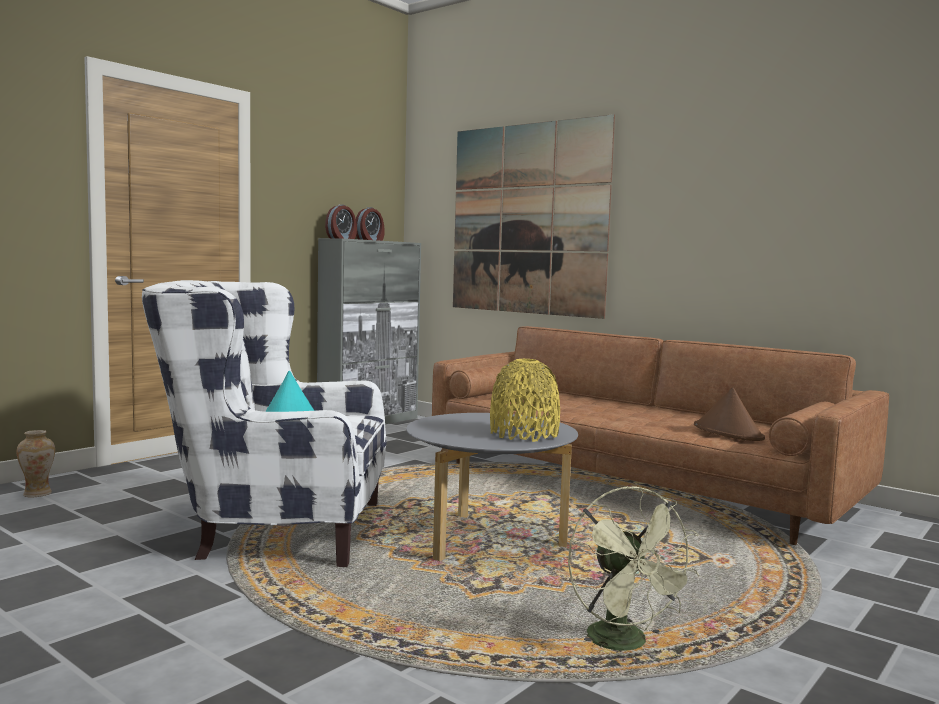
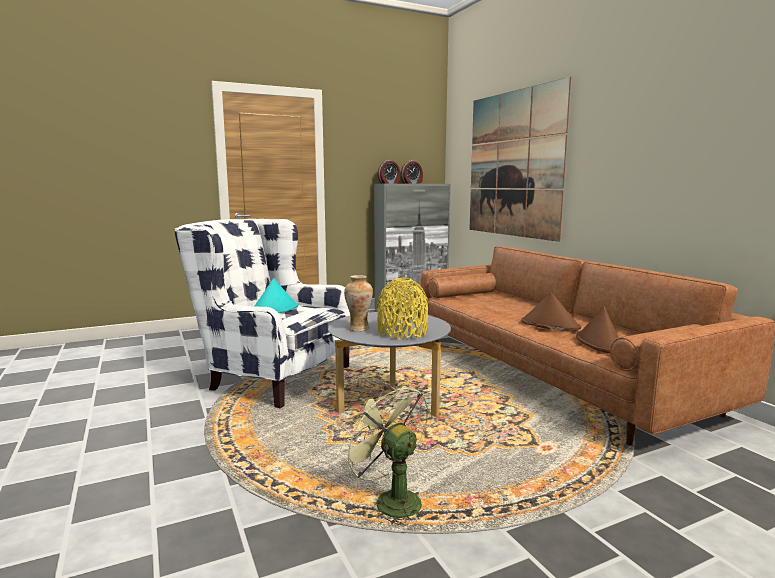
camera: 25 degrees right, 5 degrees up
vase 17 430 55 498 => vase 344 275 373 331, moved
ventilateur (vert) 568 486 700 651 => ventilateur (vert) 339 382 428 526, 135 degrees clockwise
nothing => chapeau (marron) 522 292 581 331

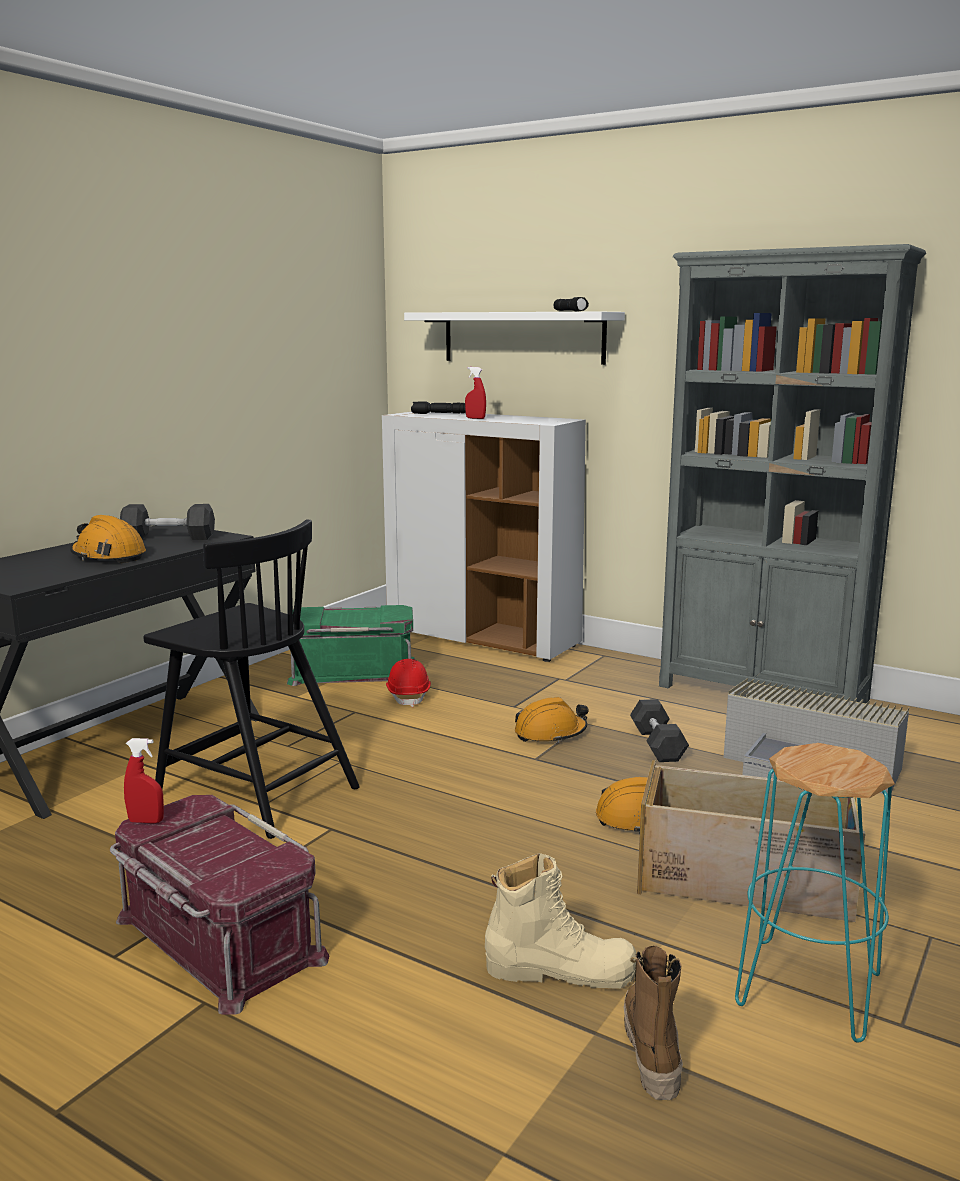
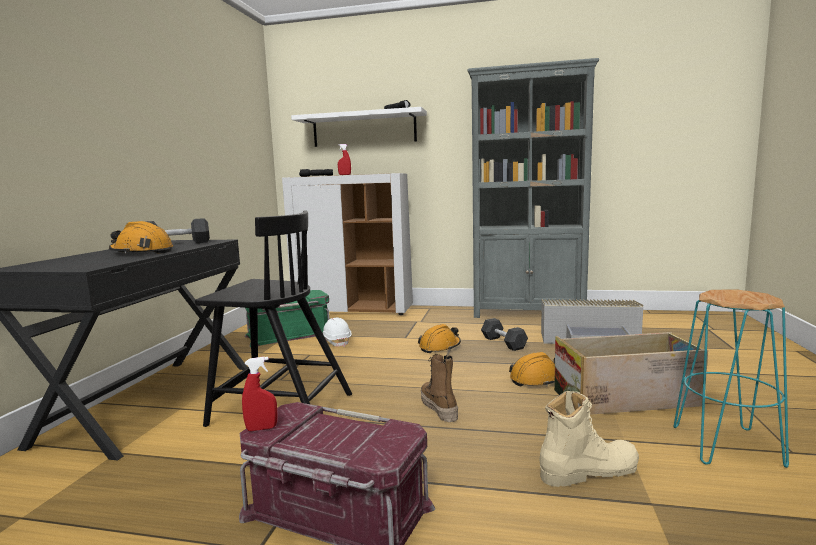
camera: 20 degrees left, 5 degrees down
casque de chantier (rouge) 386 659 431 707 => casque de chantier (blanc) 323 317 352 347
botte 624 946 683 1100 => botte 421 354 458 422, moved

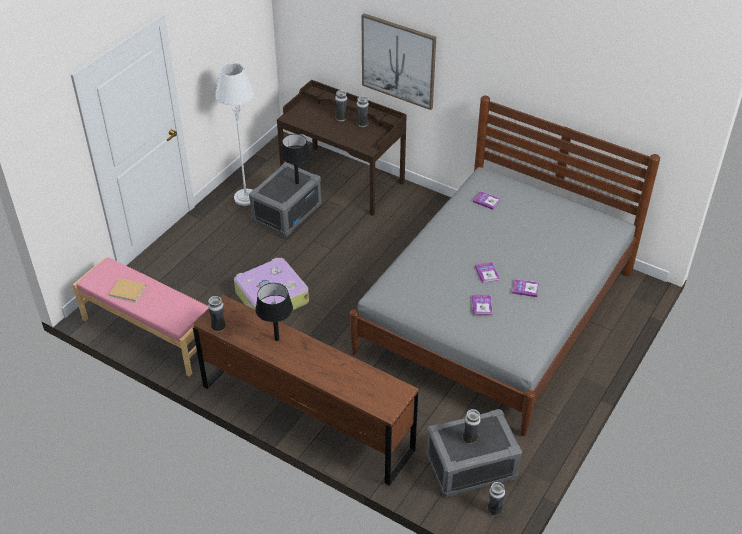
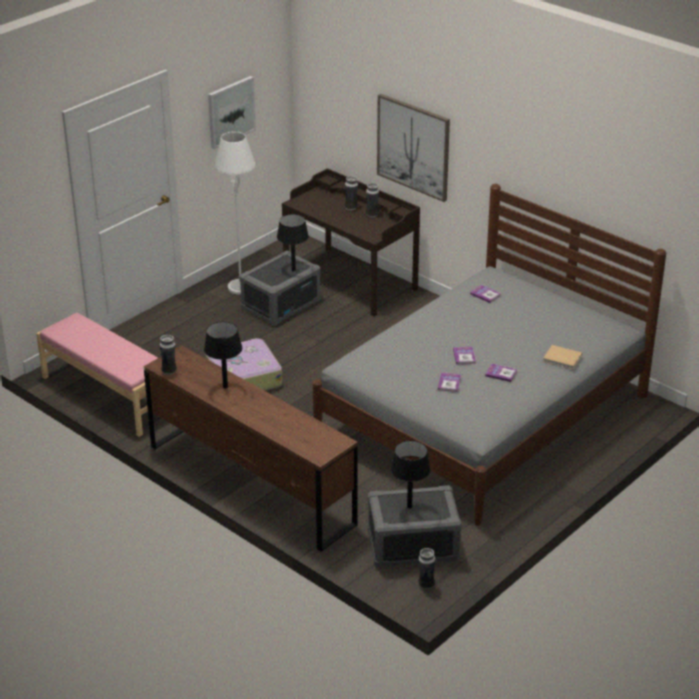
camera: 10 degrees right, 10 degrees down
livre (beige) 109 278 146 303 => livre (beige) 543 345 582 369, moved
vase 463 409 481 444 => lampe de table (noir) 390 440 431 509
nothing => tableau 208 76 256 149

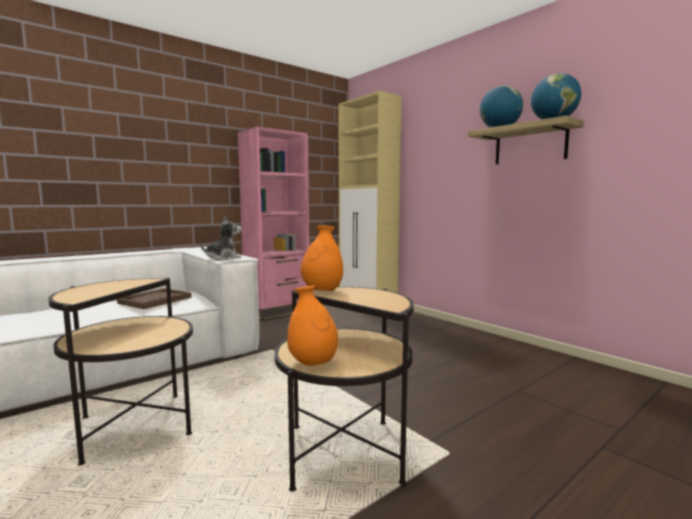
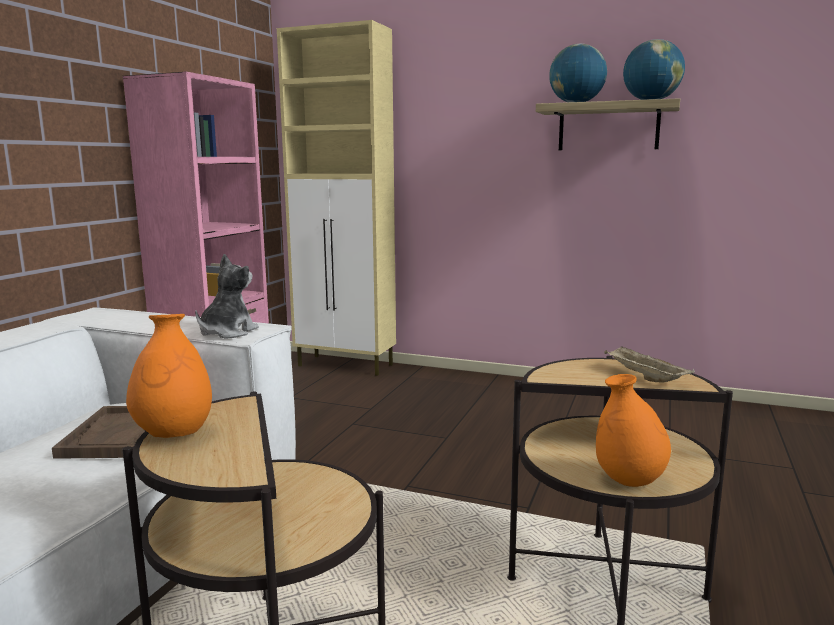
camera: 30 degrees left, 5 degrees up
vase (orange) 300 225 343 291 => vase (orange) 126 314 212 438, moved
nothing => plateau (beige) 604 346 695 383

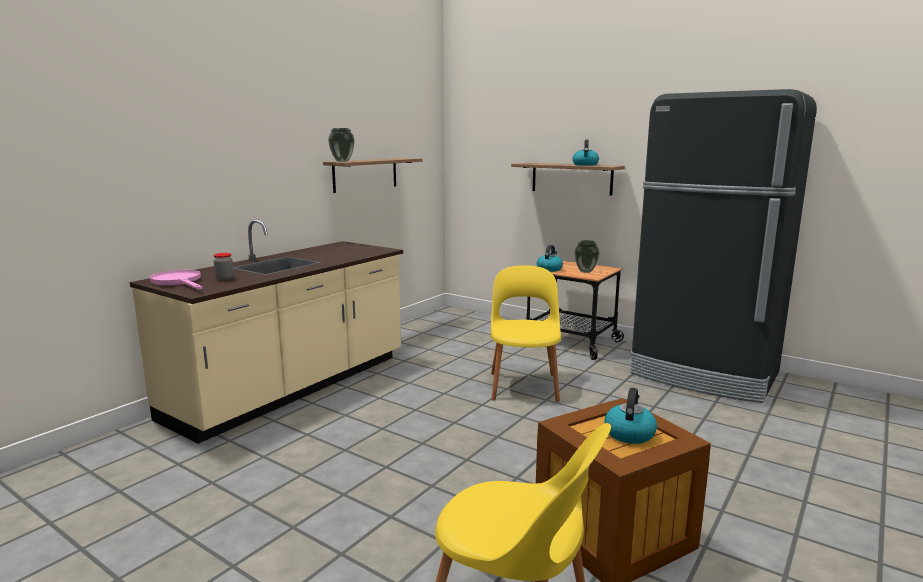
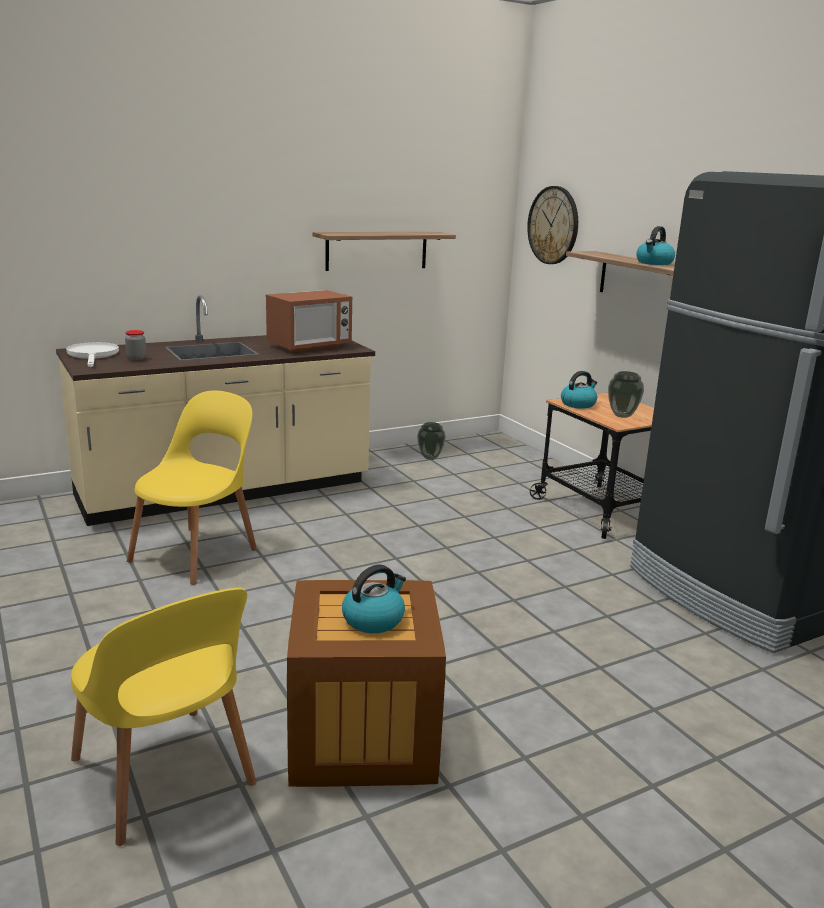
camera: 25 degrees right, 5 degrees up
vase 328 128 355 162 => vase 417 422 446 460, moved
chaise (jaune) 491 265 561 402 => chaise (jaune) 127 391 257 585, moved
poêle (rose) 150 270 202 290 => poêle (blanc) 66 342 119 367
nothing => horloge murale 527 186 578 264
nothing => micro-ondes 266 290 352 352

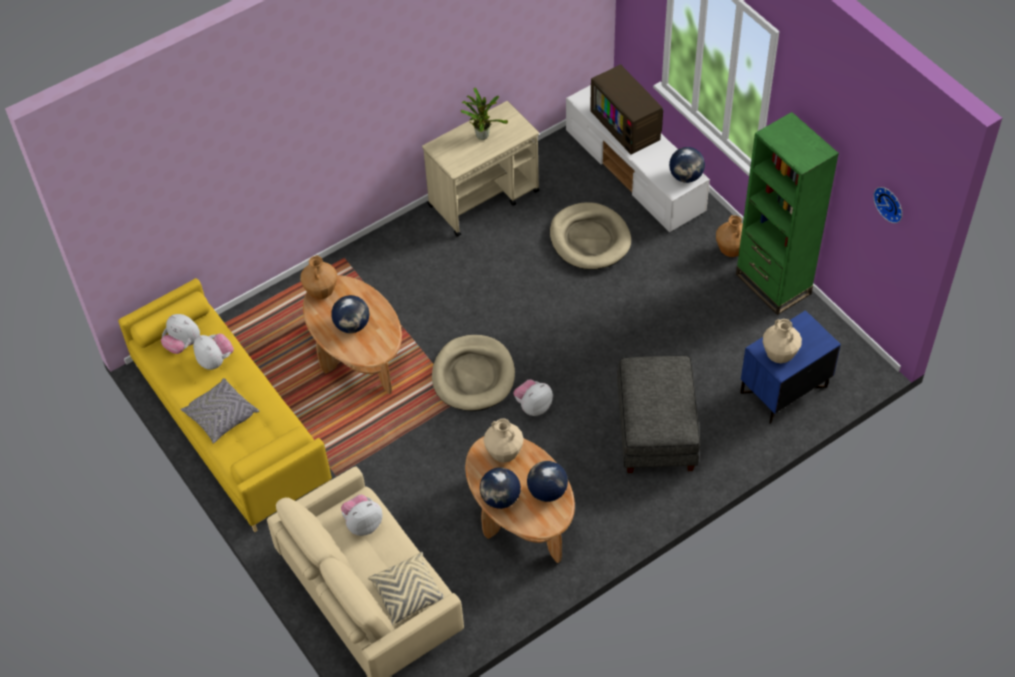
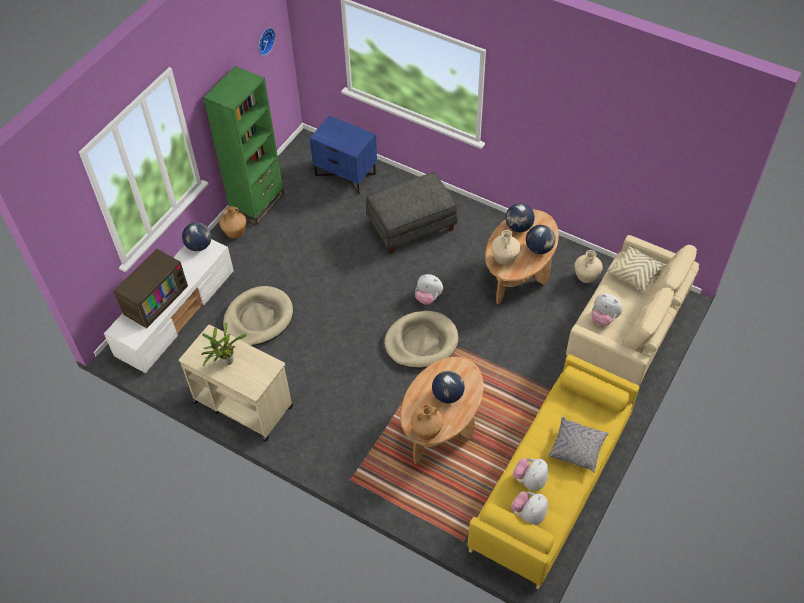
camera: 115 degrees left, 0 degrees up
peluche 161 314 200 354 => peluche 511 491 548 525, 150 degrees counterclockwise
vase (beige) 763 319 802 363 => vase (beige) 574 250 603 283, moved

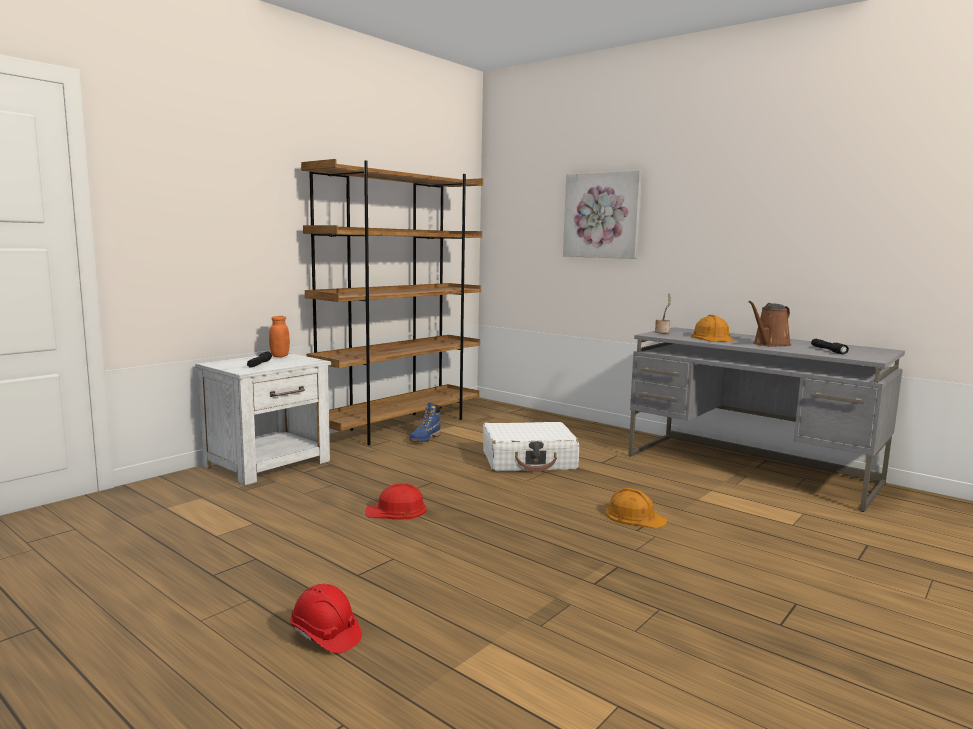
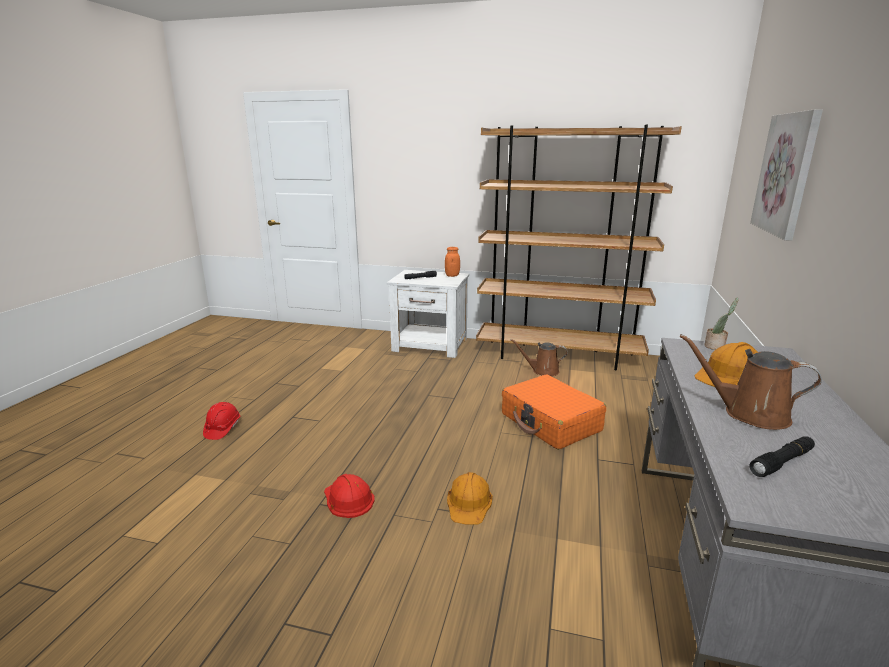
camera: 65 degrees right, 10 degrees up
botte (bleu) 409 402 441 442 => arrosoir (marron) 510 339 568 376
valise (blanc) 483 422 580 472 => valise (orange) 502 374 606 450
casque de chantier (rouge) 365 483 427 519 => casque de chantier (rouge) 324 474 375 518, moved

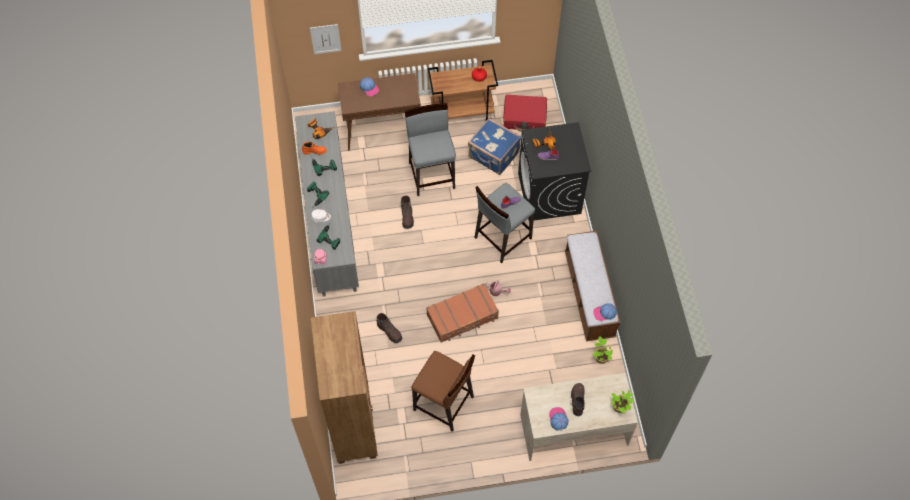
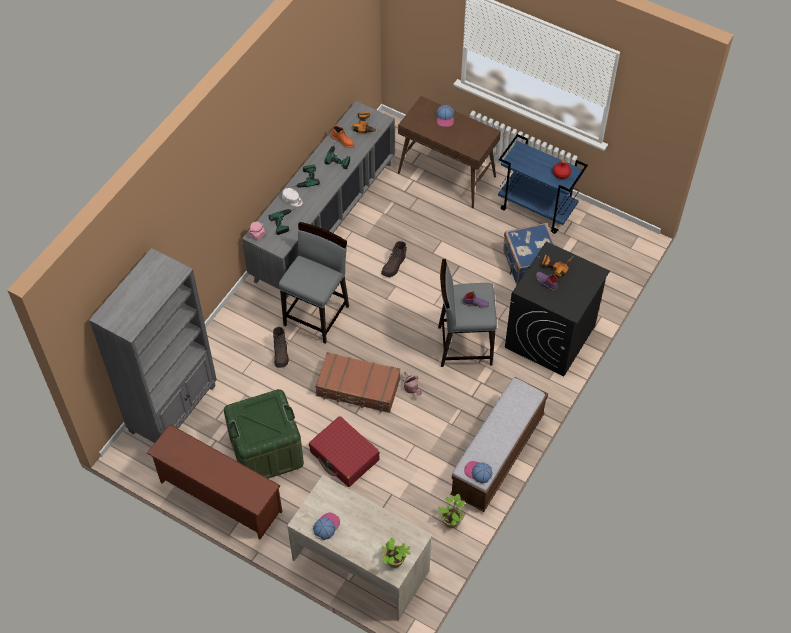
camera: 40 degrees right, 5 degrees down
tableau 310 24 342 54 => nothing
chariot (marron) 428 60 498 121 => chariot (bleu) 498 134 588 234
valise (rouge) 503 94 547 132 => valise (rouge) 309 416 380 487, moved
tabouret (gris) 405 103 456 196 => tabouret (gris) 279 222 349 344, moved
bibliothèque (marron) 311 311 378 464 => bibliothèque (gris) 89 248 217 443
tabouret (marron) 411 351 475 432 => boîte de rangement (vert) 224 389 304 478
botte (marron) 571 383 585 416 => nothing
nothing => étagère à chaussures (marron) 147 424 282 539

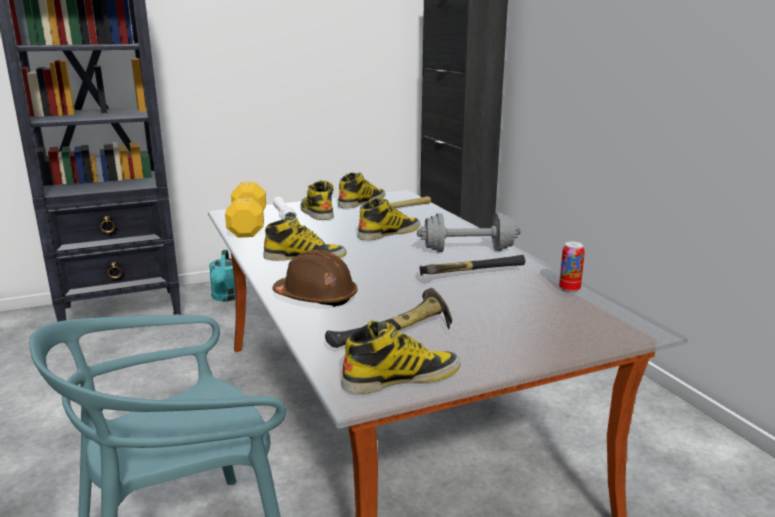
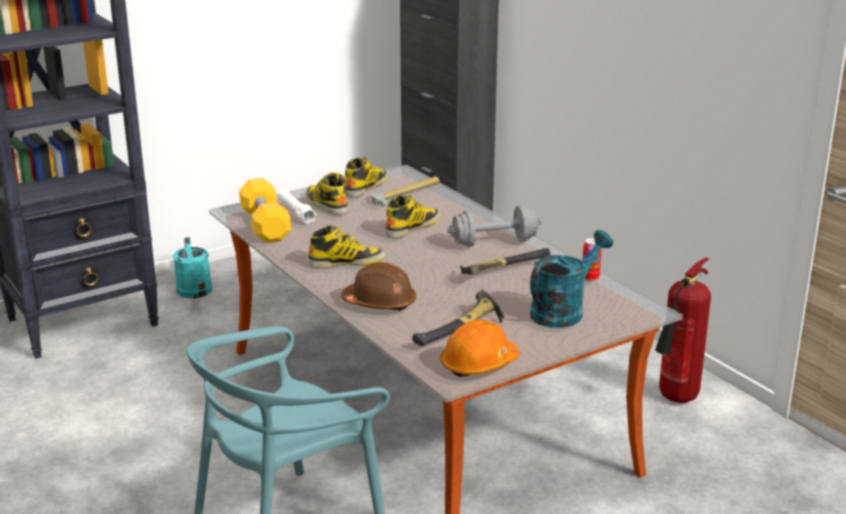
camera: 10 degrees left, 5 degrees up
botte 341 320 461 394 => casque de chantier (orange) 440 320 520 377
nothing => arrosoir (turquoise) 530 230 613 328
nothing => extincteur 655 258 711 403

